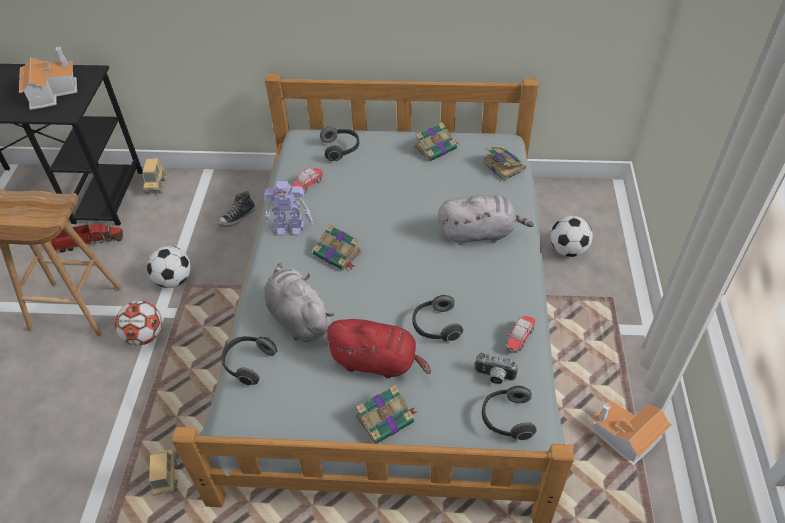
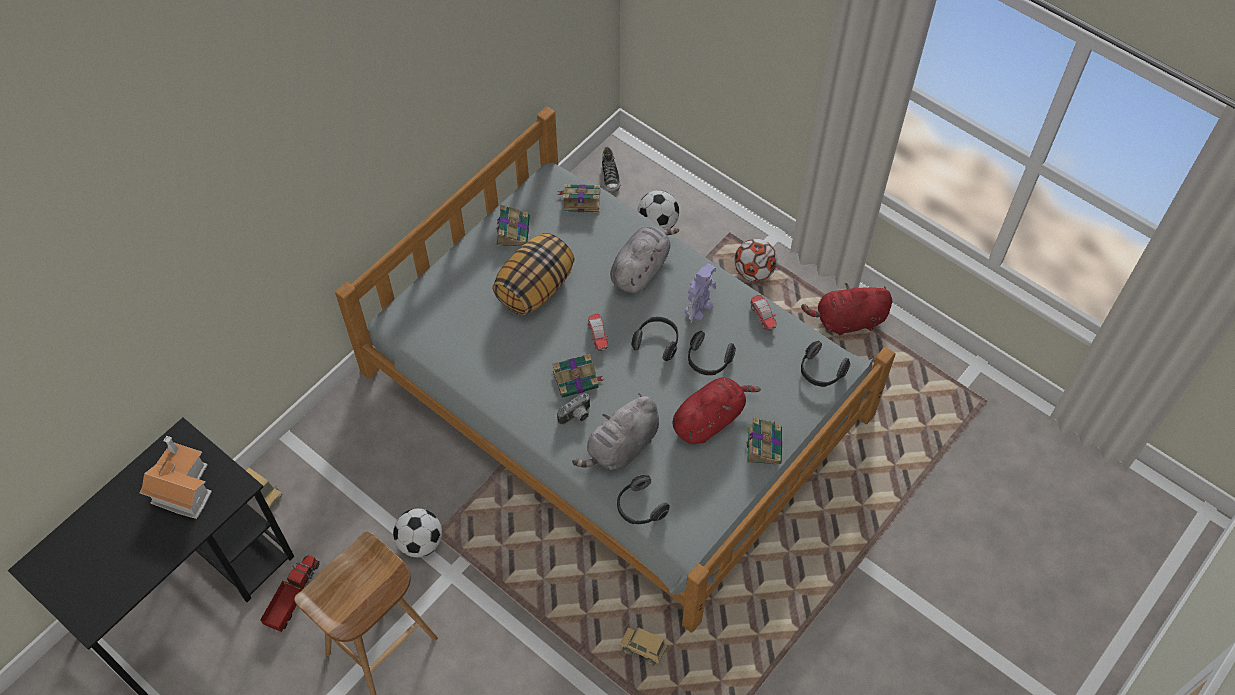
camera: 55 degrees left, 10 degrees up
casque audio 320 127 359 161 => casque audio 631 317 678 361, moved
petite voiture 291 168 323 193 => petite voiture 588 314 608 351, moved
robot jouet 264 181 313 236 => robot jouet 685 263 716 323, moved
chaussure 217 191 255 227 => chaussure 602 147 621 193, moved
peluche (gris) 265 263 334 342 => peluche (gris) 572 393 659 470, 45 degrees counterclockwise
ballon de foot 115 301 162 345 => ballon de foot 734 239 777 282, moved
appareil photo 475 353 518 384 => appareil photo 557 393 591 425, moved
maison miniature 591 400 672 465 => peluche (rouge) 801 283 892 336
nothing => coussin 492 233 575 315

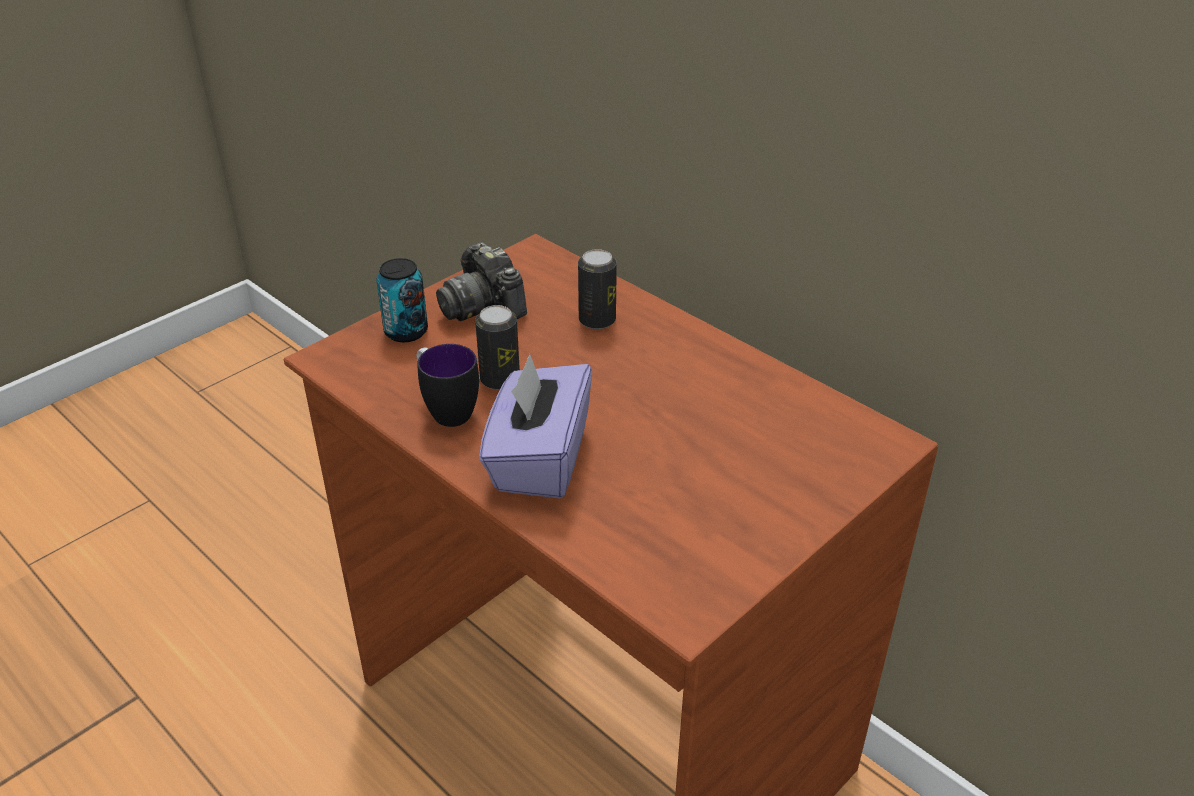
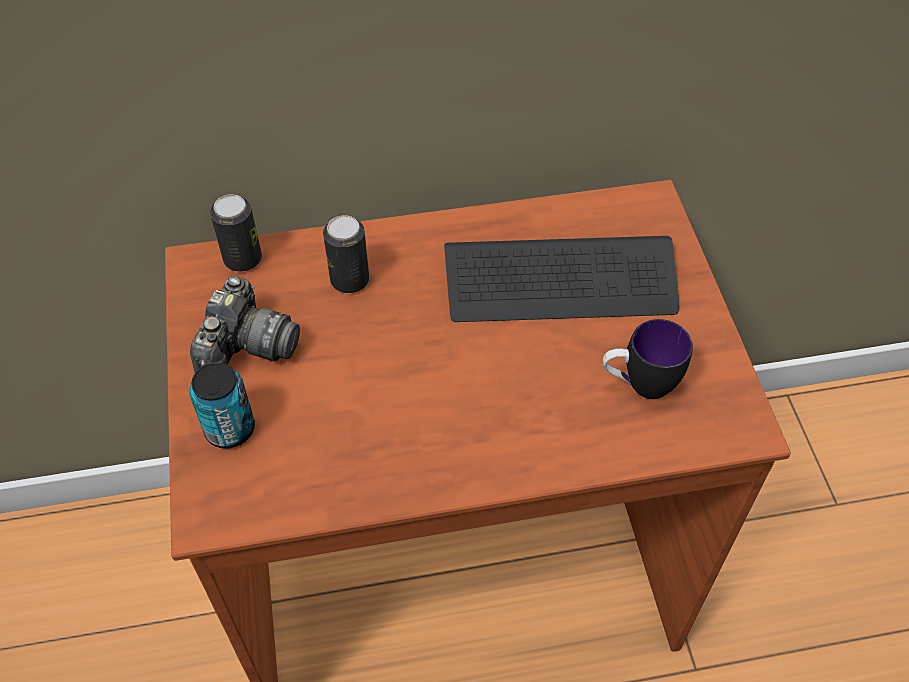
camera: 55 degrees left, 15 degrees up
appareil photo 436 242 527 321 => appareil photo 190 276 300 373, 75 degrees counterclockwise
boîte métallique 475 305 520 390 => boîte métallique 210 194 262 272, moved
mug 416 344 479 427 => mug 603 319 693 399, moved
boîte à mouchoirs (violet) 479 354 592 499 => nothing
nothing => clavier 444 236 679 322

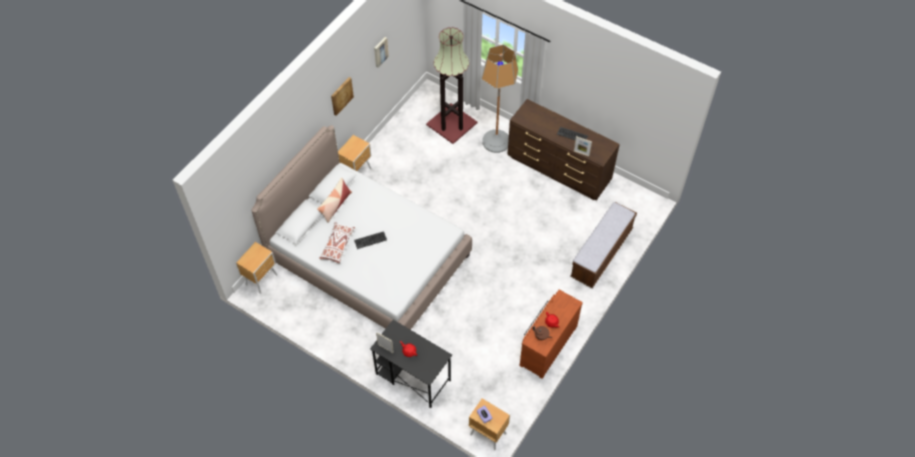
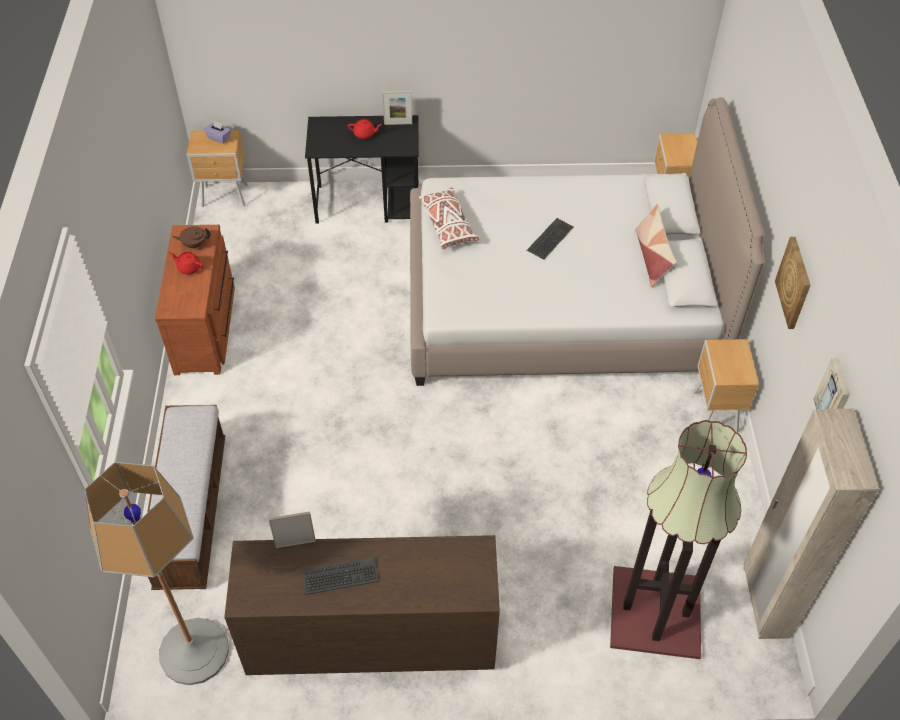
camera: 145 degrees right, 5 degrees down
lampadaire 481 45 518 153 => lampadaire 84 462 229 685, moved
coussin (blanc) 319 222 355 263 => coussin (blanc) 419 188 479 249, moved
nothing => armoire (beige) 743 409 879 639

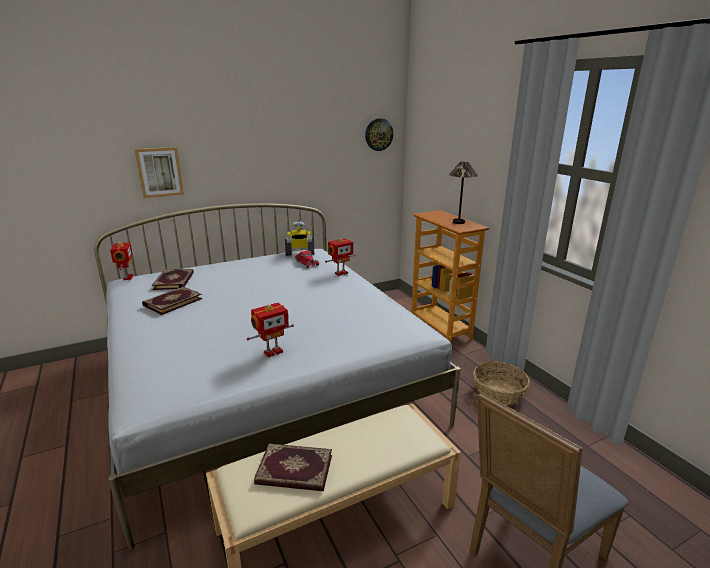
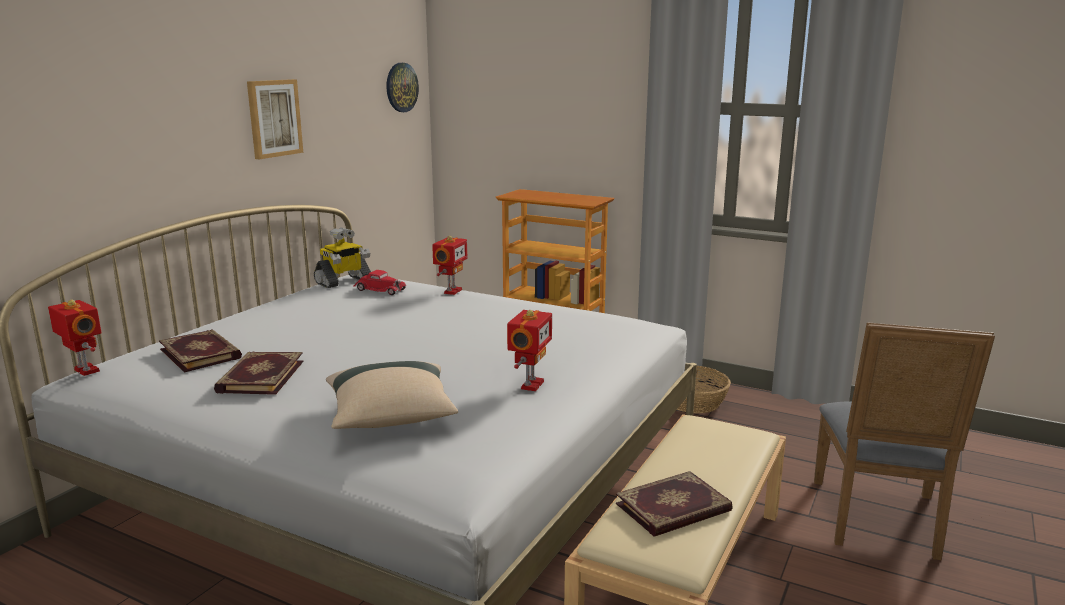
camera: 35 degrees left, 5 degrees down
tableau 135 147 184 198 => tableau 247 79 303 159, moved
lampe de table 449 161 478 224 => nothing
nothing => coussin (beige) 326 361 458 429

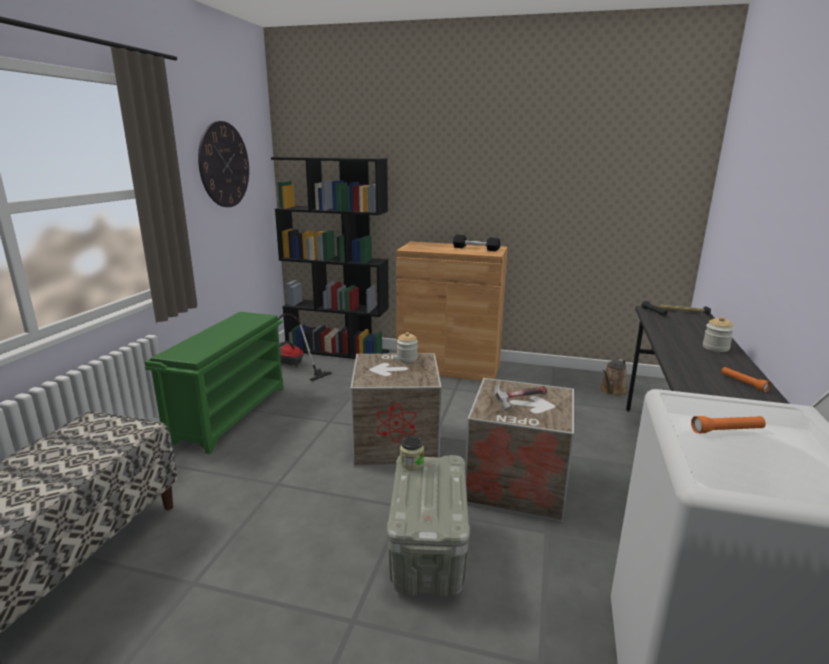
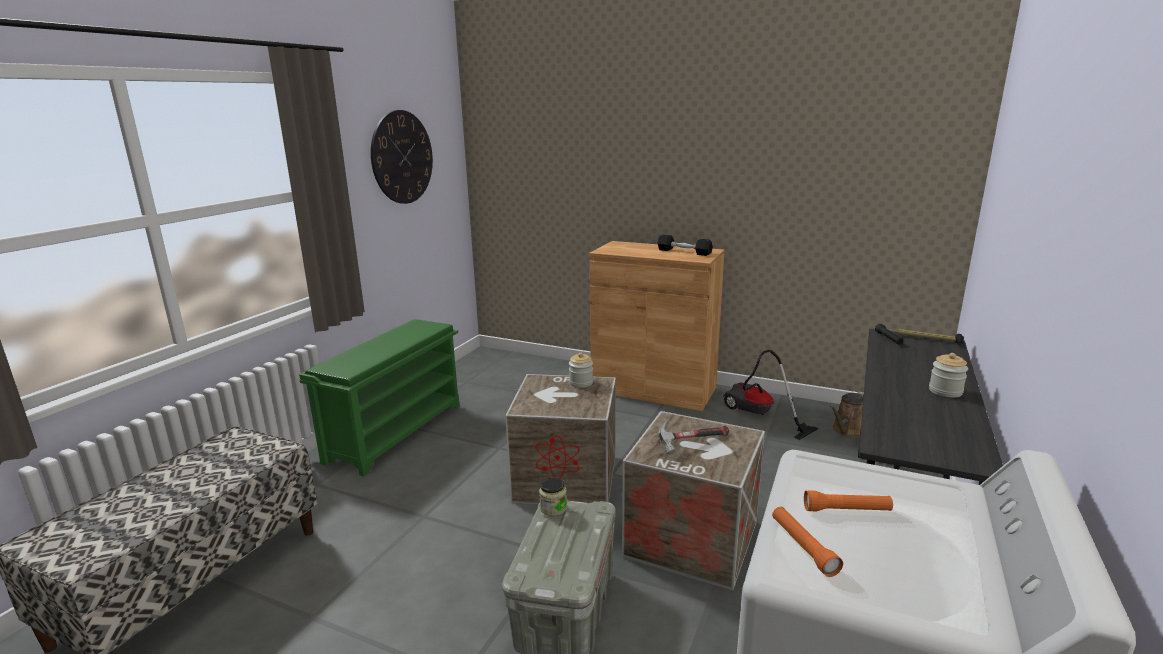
camera: 10 degrees right, 0 degrees up
bibliothèque (noir) 271 157 389 359 => nothing
aspirateur 278 313 332 381 => aspirateur 723 350 818 440, moved
lampe de poche (orange) 721 367 771 392 => lampe de poche (orange) 772 507 843 577, moved

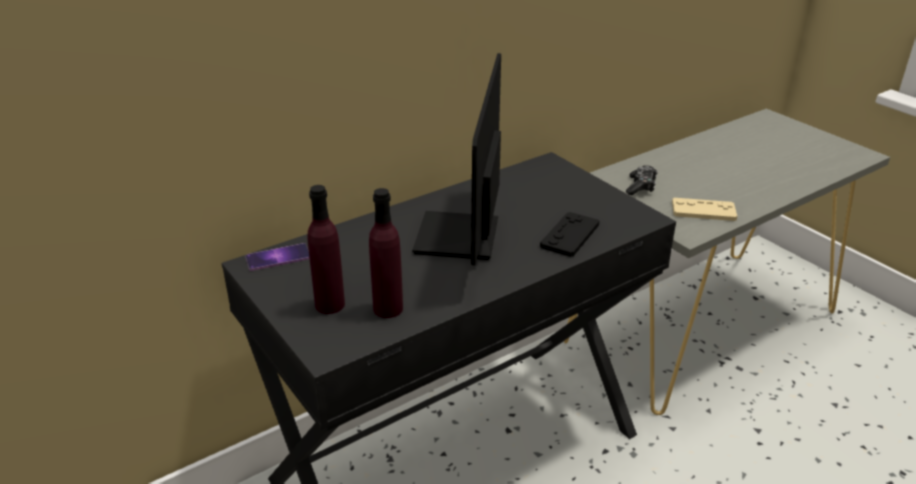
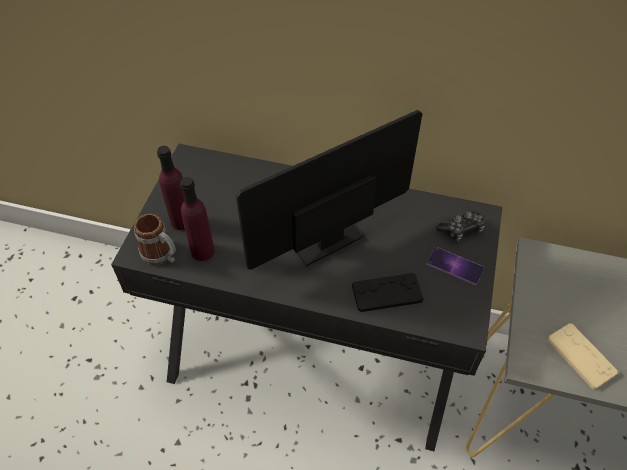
camera: 50 degrees right, 20 degrees up
manette 626 165 658 195 => manette 436 211 485 241, moved
téléphone 245 243 310 271 => téléphone 427 247 484 285, moved
nothing => mug 134 214 176 265

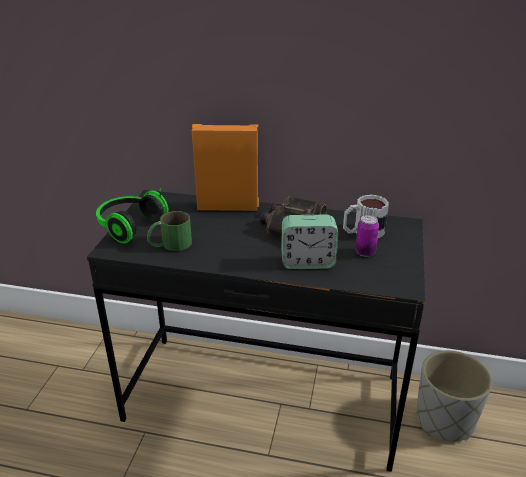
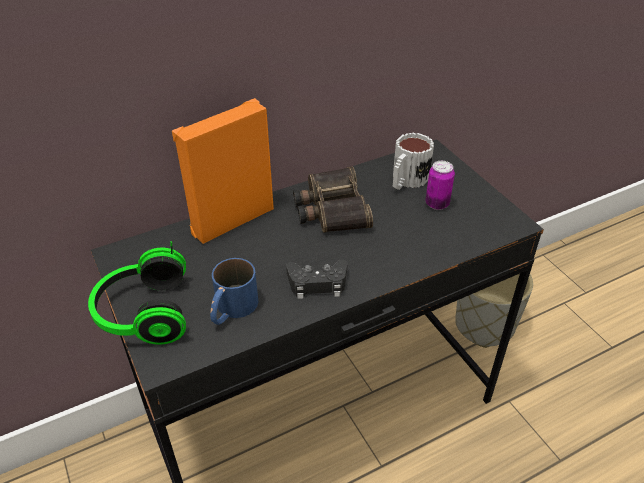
camera: 40 degrees left, 10 degrees up
mug (vert) 147 211 192 251 => mug (bleu) 210 258 258 325
réveil 281 215 338 269 => nothing
nothing => manette (noir) 286 259 348 299

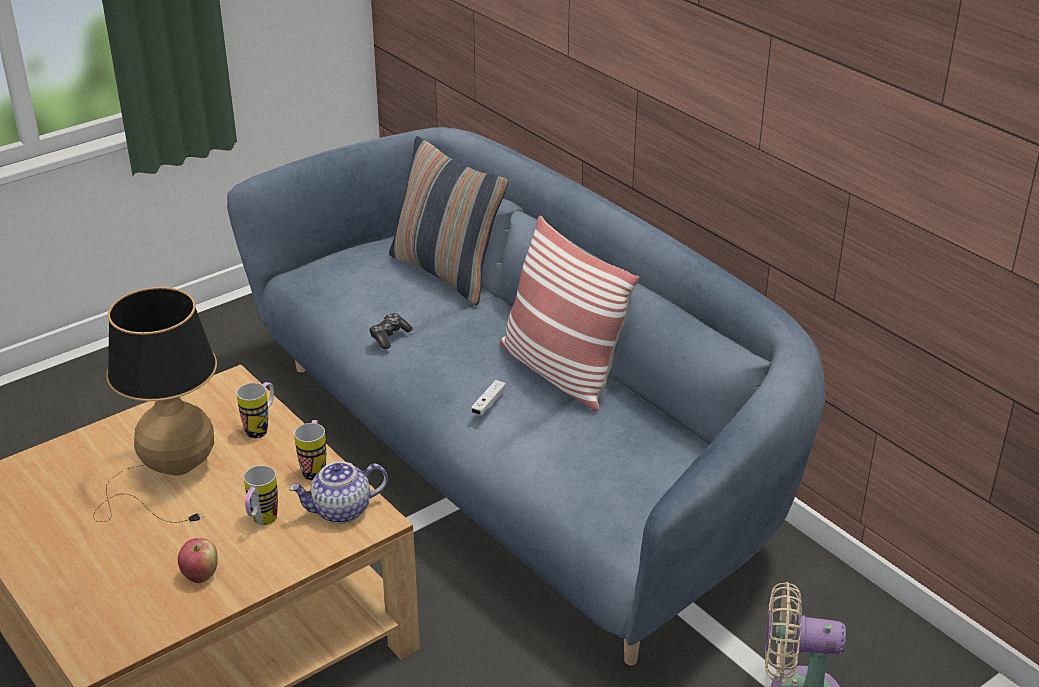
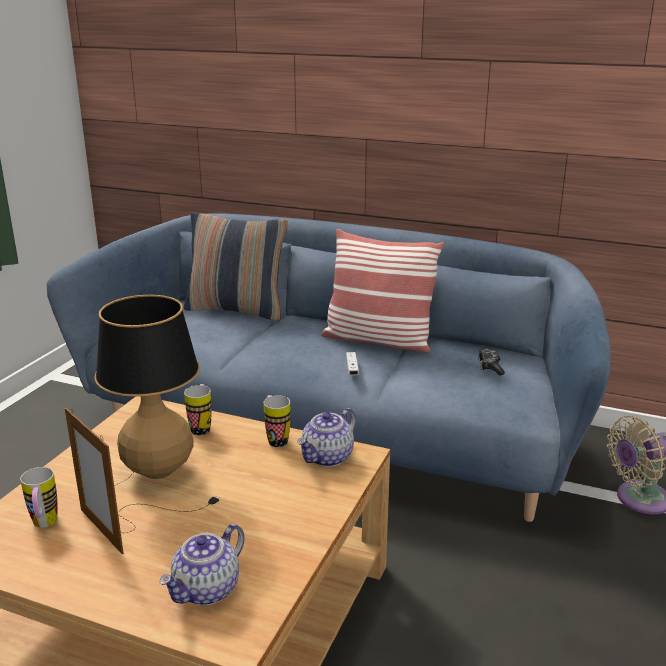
camera: 30 degrees left, 10 degrees down
manette 369 313 413 349 => manette 478 349 505 375, moved
mug 244 466 278 525 => mug 20 467 58 528, moved
pomme 178 538 218 583 => nothing
nothing => cadre photo 65 408 124 555
nothing => théière 159 524 245 605

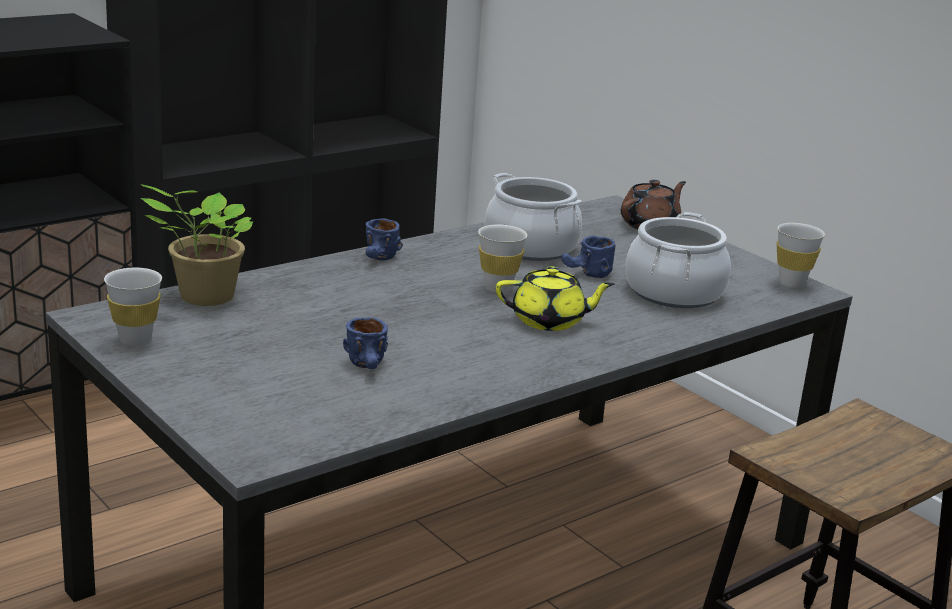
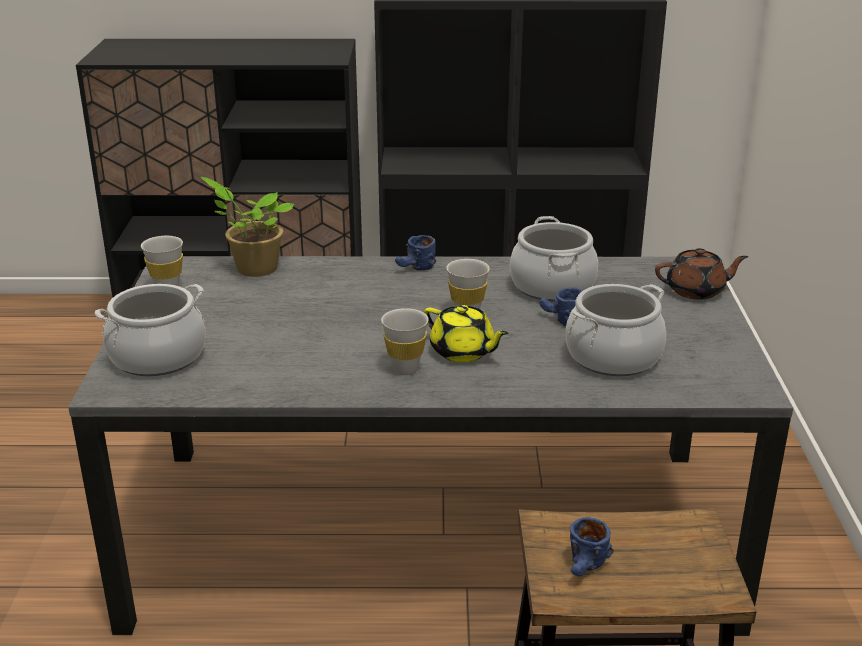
camera: 40 degrees right, 5 degrees up
tasse (blanc) 777 223 825 288 => tasse (blanc) 381 308 429 375, moved
mug (bleu) 343 317 388 369 => mug (bleu) 570 517 614 576, moved
nothing => marmite 95 284 206 376

